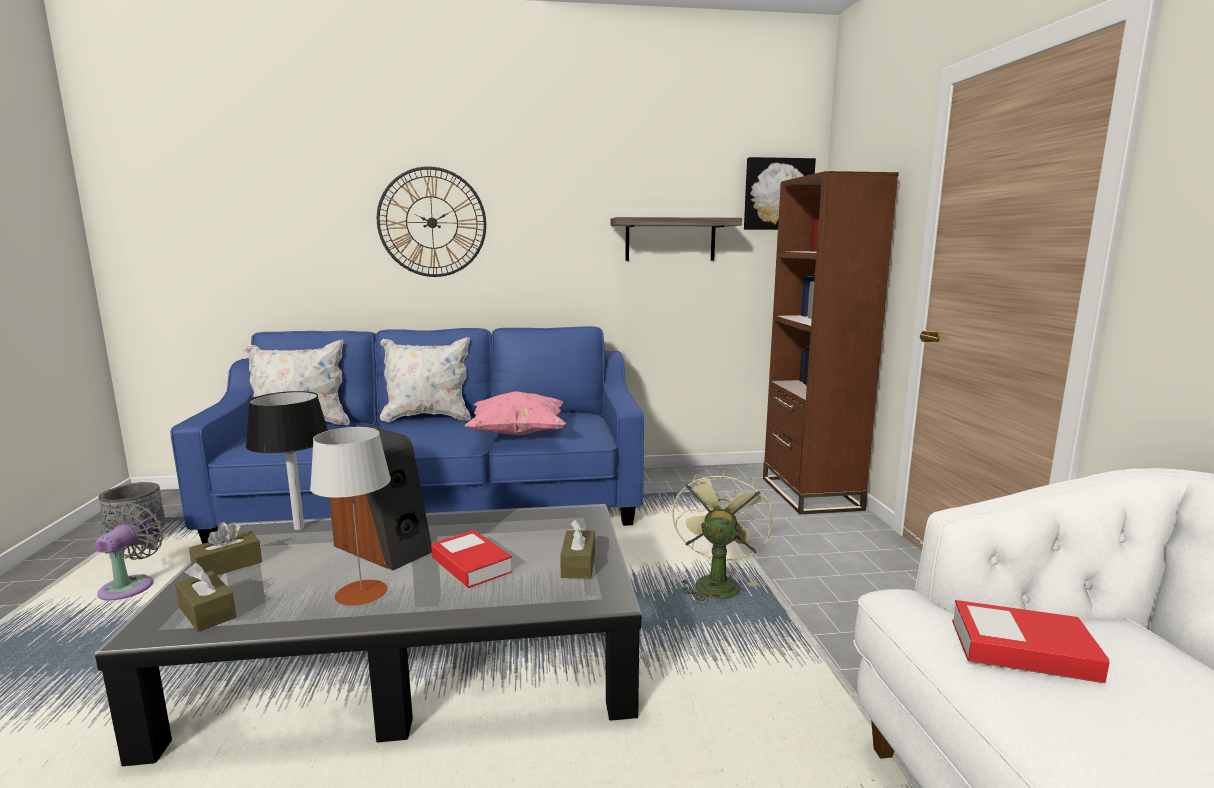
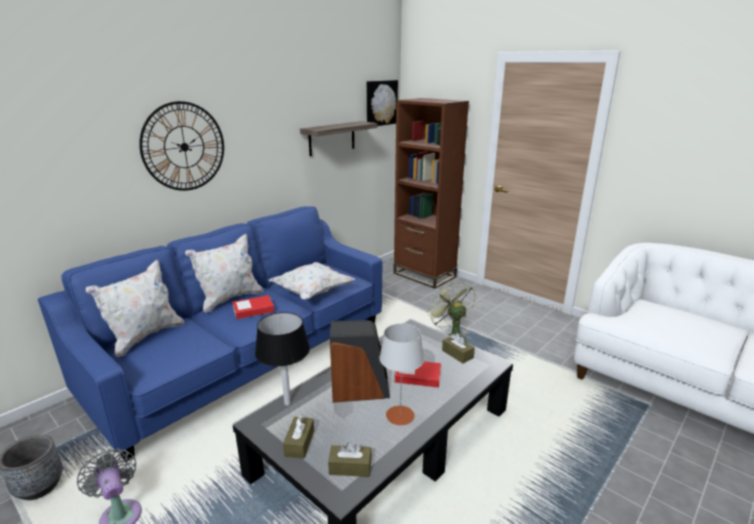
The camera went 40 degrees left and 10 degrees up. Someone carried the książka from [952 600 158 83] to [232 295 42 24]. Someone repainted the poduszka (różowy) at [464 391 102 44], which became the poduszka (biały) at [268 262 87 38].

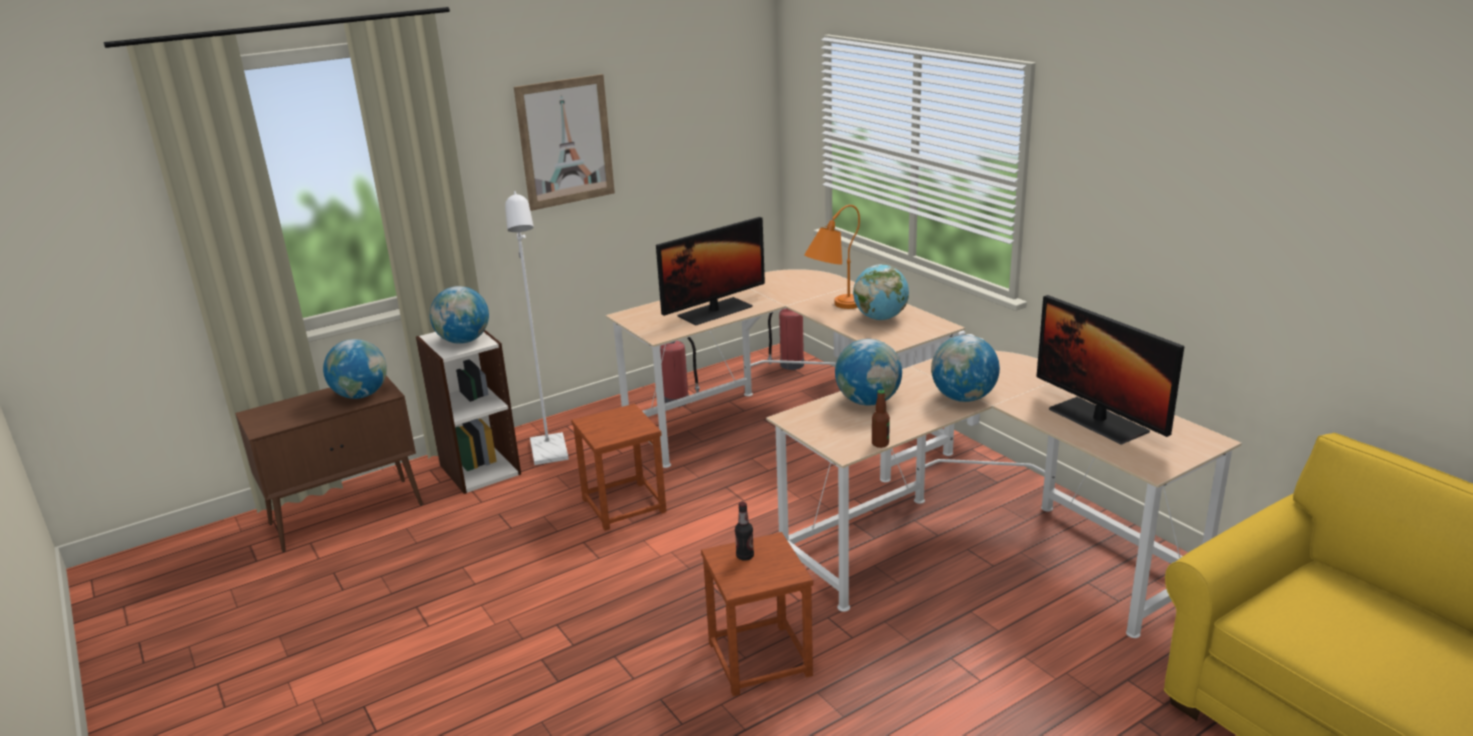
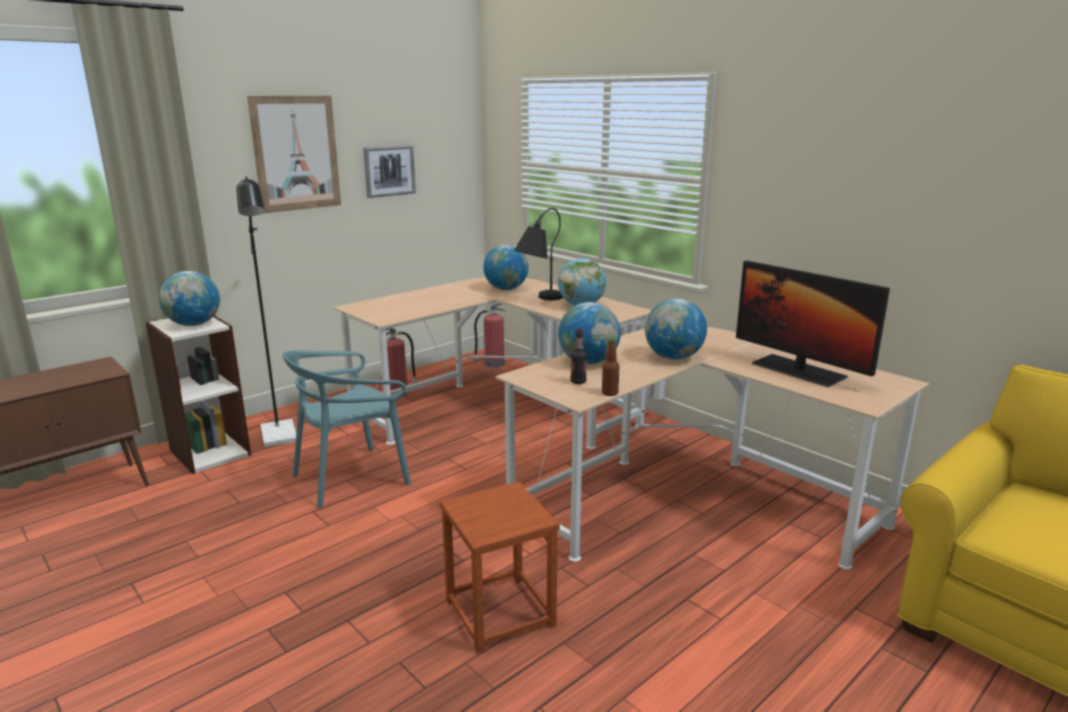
The camera went 10 degrees left and 5 degrees down. Someone took away the monitor at [656 217 109 108]. Someone put up the obraz at [363 145 53 53]. Someone carried the globus from [323 339 64 60] to [483 245 45 45]. Someone carried the butelka from [735 502 19 59] to [570 329 17 55]. Someone swapped the stołek (brązowy) at [571 404 96 127] for the krzesło (turkusowy) at [282 351 129 157]. Someone repainted the lampa stojąca (biały) at [505 191 64 274], which became the lampa stojąca (czarny) at [236 176 60 271]. Someone repainted the lampa stołowa (pomarańczowy) at [804 205 56 104], which became the lampa stołowa (czarny) at [514 208 49 92].

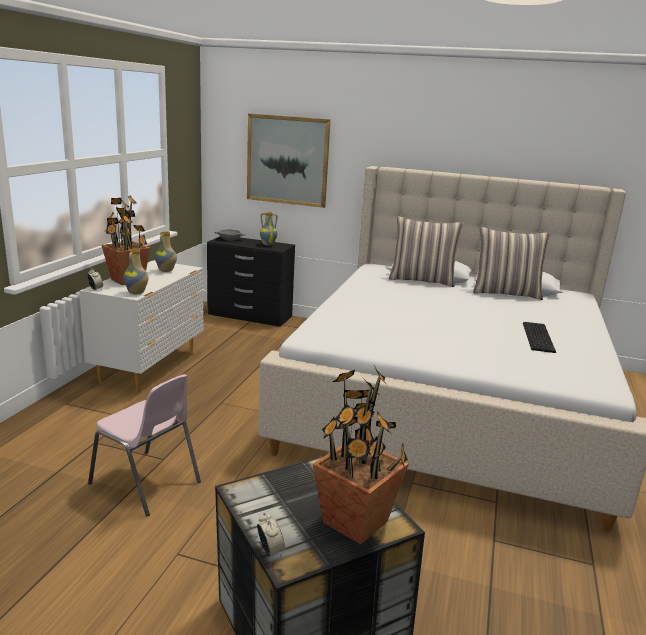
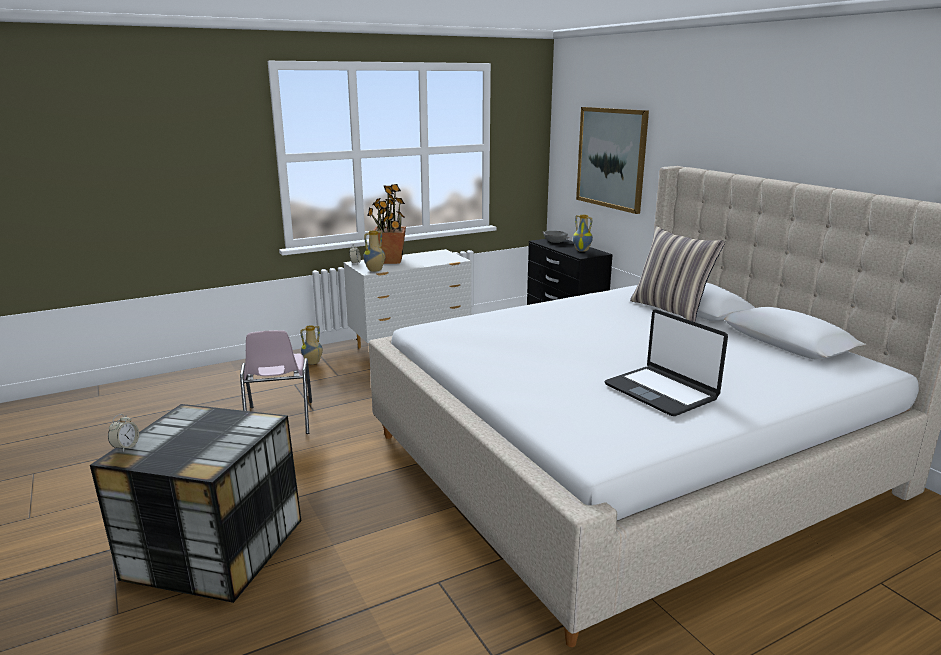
The camera went 45 degrees right and 0 degrees up. Someone took away the roślina doniczkowa at [313 366 96 179]. Someone took away the poduszka at [473 227 77 73]. Someone carried the wazon from [155 231 22 41] to [300 325 23 40]. Someone swapped the klawiatura at [523 322 33 31] for the laptop at [604 309 124 107].

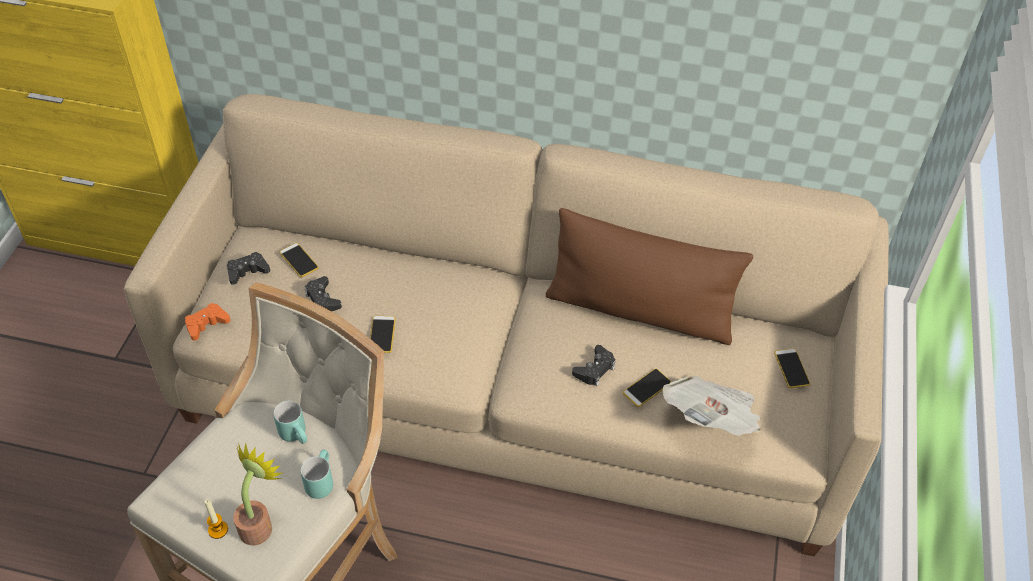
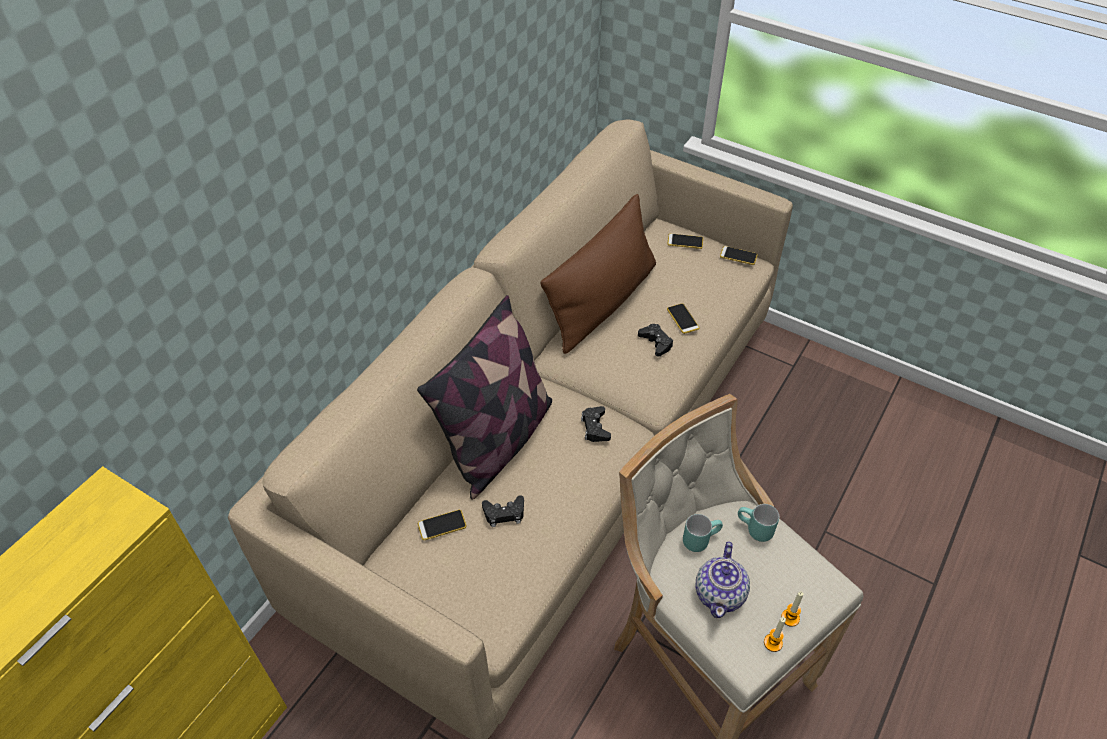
The camera went 70 degrees left and 0 degrees up. Someone took away the pad do gier (pomarańczowy) at [185 303 45 37]. Someone took away the roślina doniczkowa at [233 441 49 104]. Someone took away the gazeta at [662 375 98 61]. Someone put down the poduszka at [417 295 135 205]. Someone put down the imbryk at [695 541 55 77]. Someone put down the świeca at [764 617 22 35]. Someone carried the pad do gier (czarny) from [227 252 43 33] to [581 406 30 36]. Someone carried the telefon from [370 316 26 37] to [720 246 38 19].

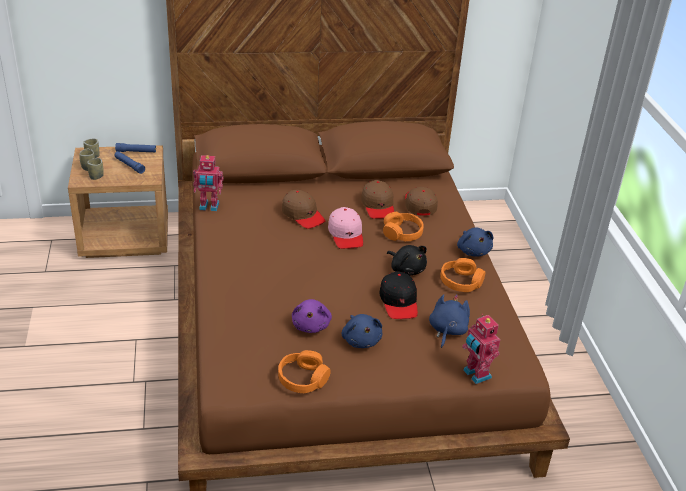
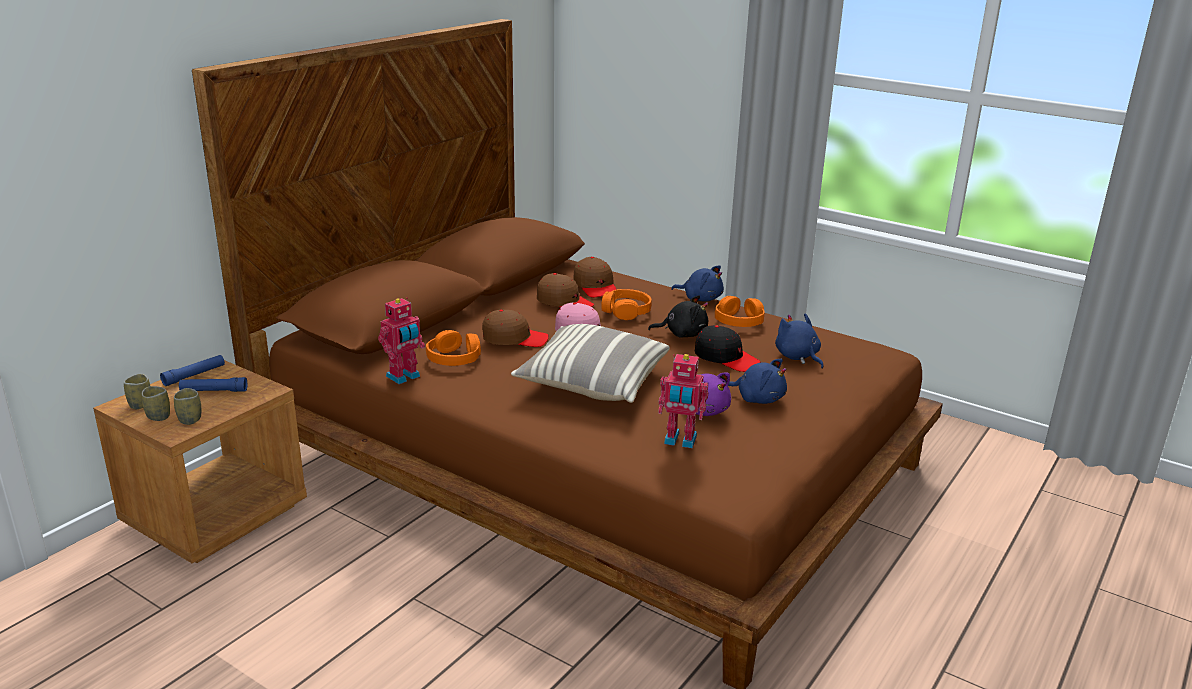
The camera went 45 degrees left and 10 degrees down. Someone put down the poduszka at [511 324 159 79]. Someone carried the słuchawki (pomarańczowy) from [278 350 53 43] to [426 330 55 36]. Someone carried the robot zabawkowy from [462 314 38 70] to [658 354 50 94]. Someone rotated the czapka z daszkiem (brązowy) at [405 187 33 29] by 150 degrees counterclockwise.

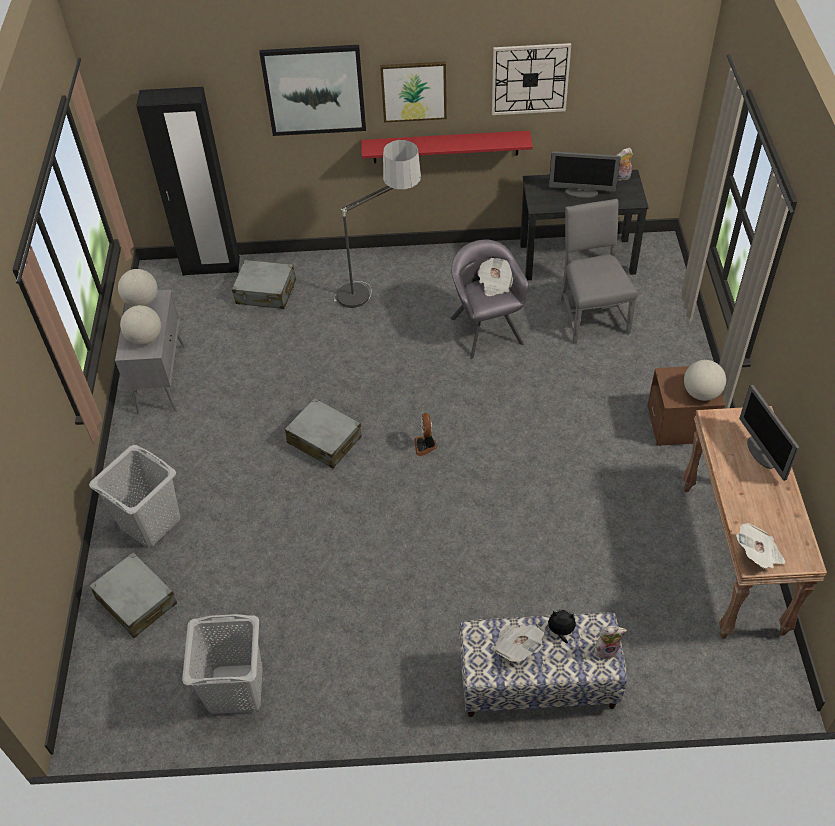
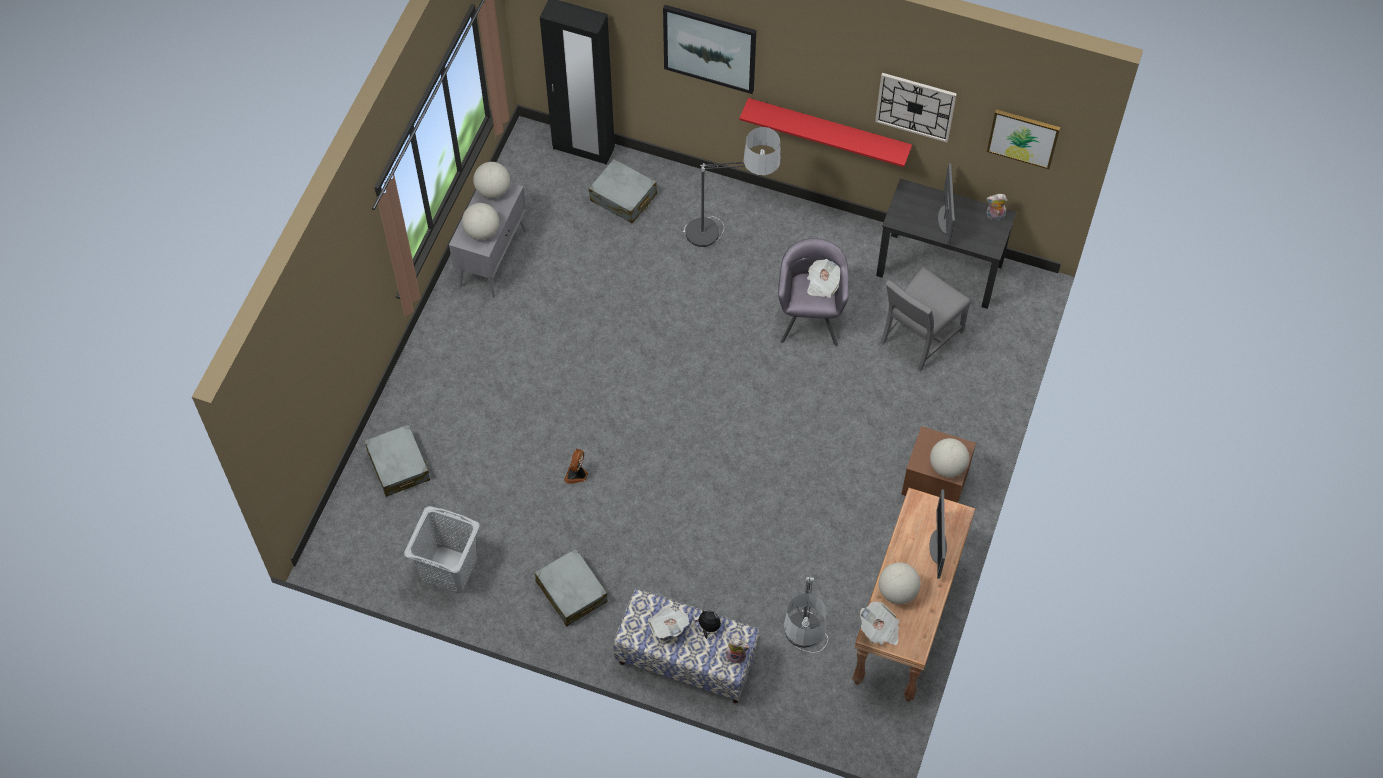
The camera went 20 degrees right and 10 degrees up. Someone took away the kosz na pranie (szary) at [89 445 91 102]. Someone put down the lampa stojąca at [784 574 44 79]. Someone put down the globus at [879 563 42 41]. Someone carried the walizka (szary) from [285 398 76 70] to [535 548 72 79]. Someone carried the obraz from [380 61 67 62] to [987 109 73 60]. Someone carried the wentylator from [414 413 23 43] to [564 449 24 35]. Someone rotated the monitor at [549 151 72 47] by 120 degrees counterclockwise. Someone rotated the krzesło (szary) at [560 199 78 145] by 150 degrees counterclockwise.

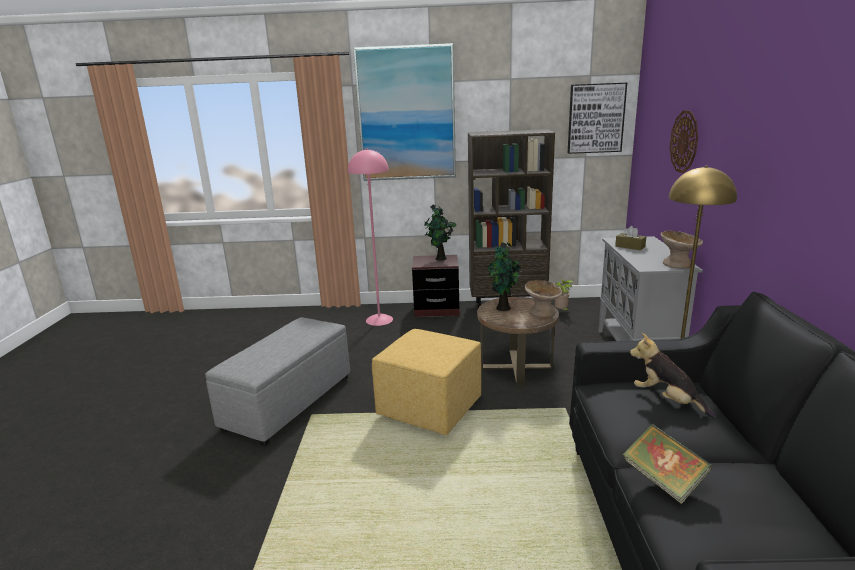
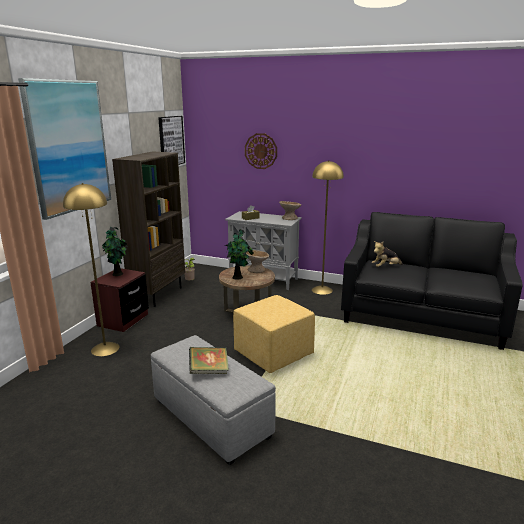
The camera went 70 degrees left and 0 degrees up. Someone carried the książka from [623 424 89 80] to [189 347 40 27]. Someone repainted the lampa stojąca (różowy) at [348 149 45 177], which became the lampa stojąca (żółty) at [63 183 57 173].

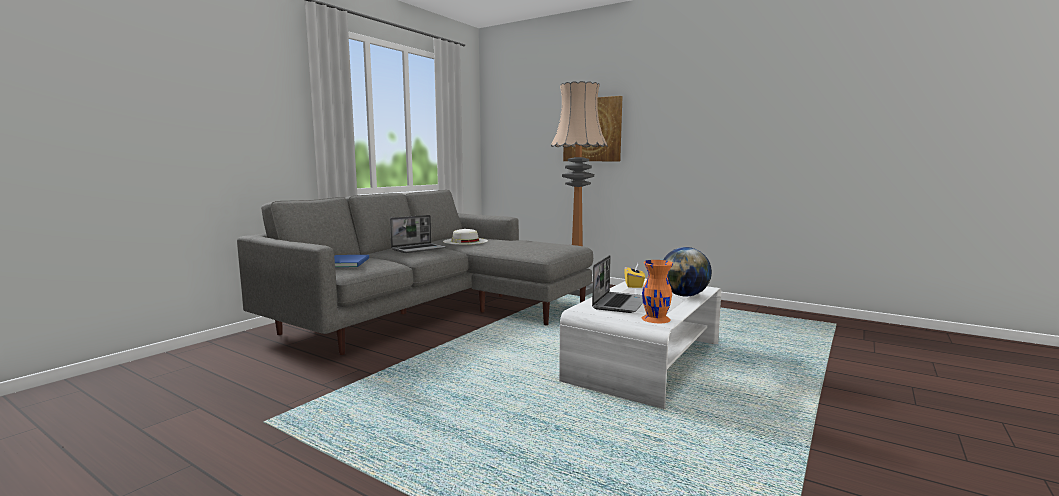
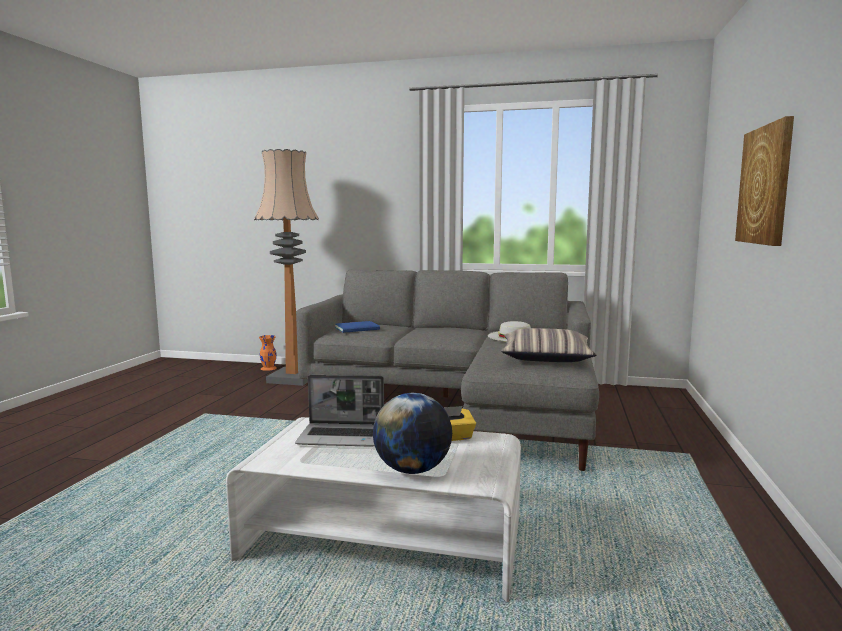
The camera went 70 degrees right and 0 degrees up. Someone took away the laptop at [390 215 56 38]. Someone put down the poduszka at [501 328 96 34]. Someone carried the lampa stojąca from [550 81 58 215] to [254 149 65 237]. Someone carried the wazon (pomarańczowy) from [641 260 32 63] to [259 335 18 36].

